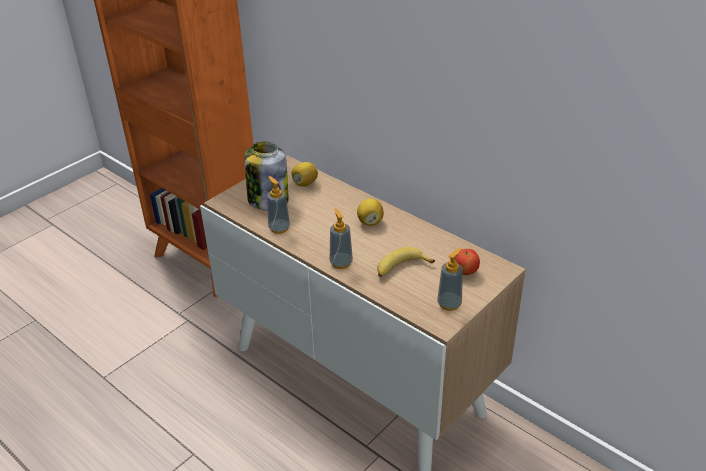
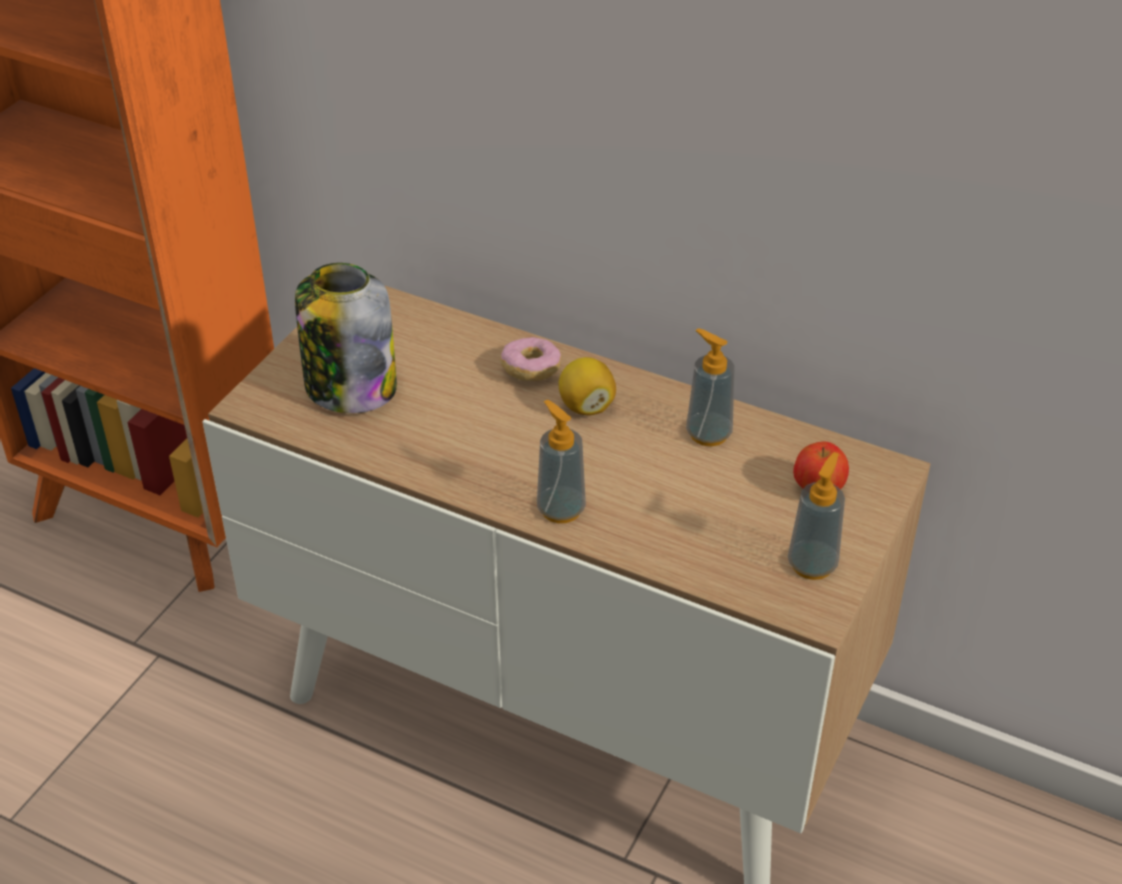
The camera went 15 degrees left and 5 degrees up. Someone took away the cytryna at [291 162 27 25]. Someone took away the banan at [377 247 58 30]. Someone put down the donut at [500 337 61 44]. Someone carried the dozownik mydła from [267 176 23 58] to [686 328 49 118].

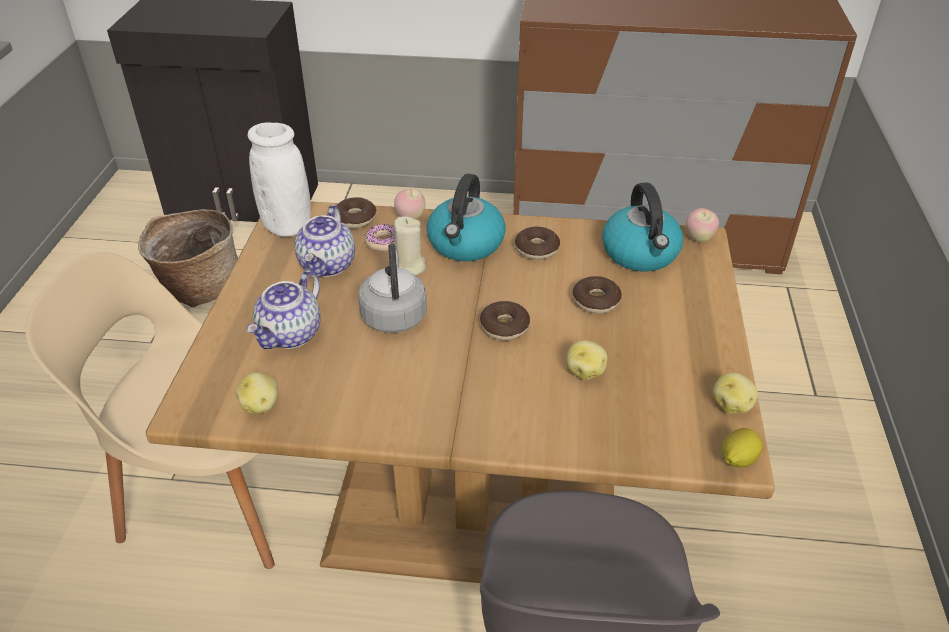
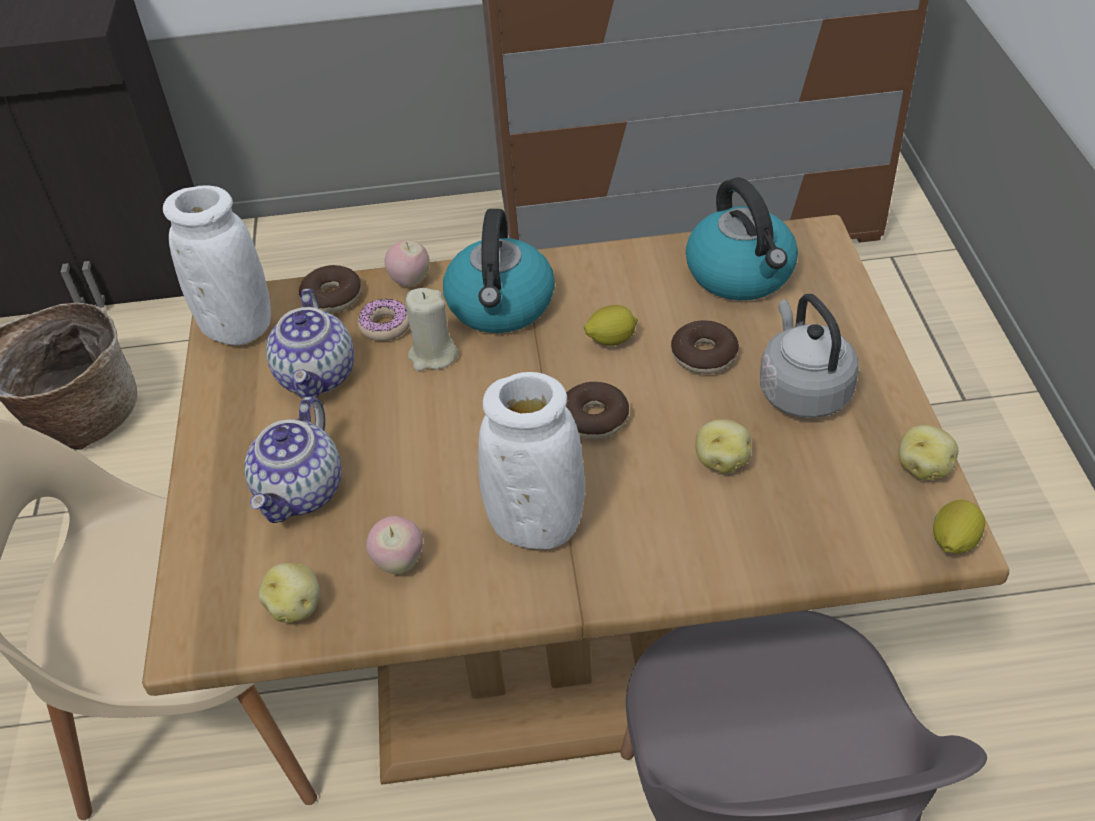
The camera went 10 degrees left and 5 degrees up. Someone took away the donut at [515 226 45 34]. Someone put down the wazon (biały) at [478 372 107 177]. Someone put down the cytryna at [584 305 54 41]. Someone carried the czajnik (szary) from [358 243 69 90] to [760 294 99 124]. Someone carried the jabłko from [686 208 33 34] to [366 516 57 58].

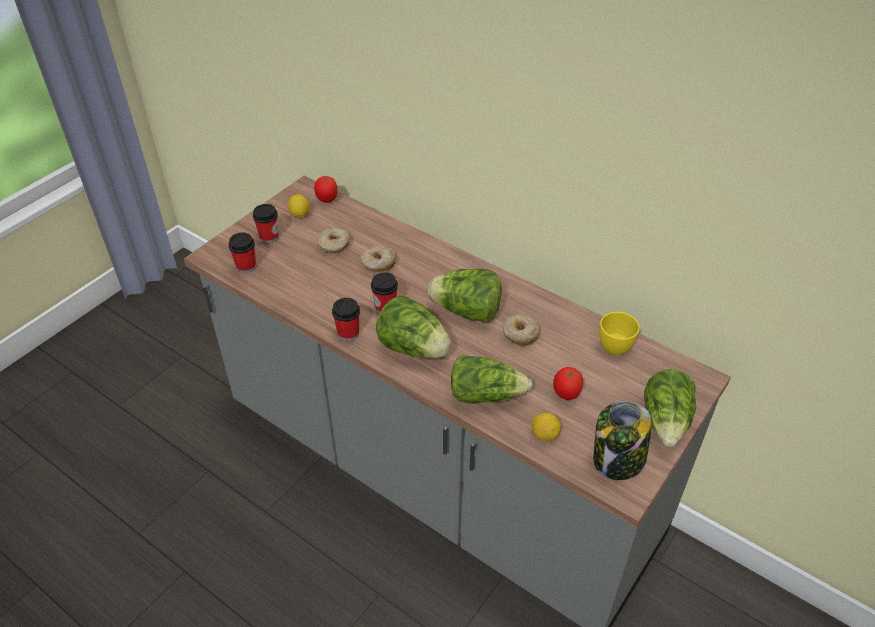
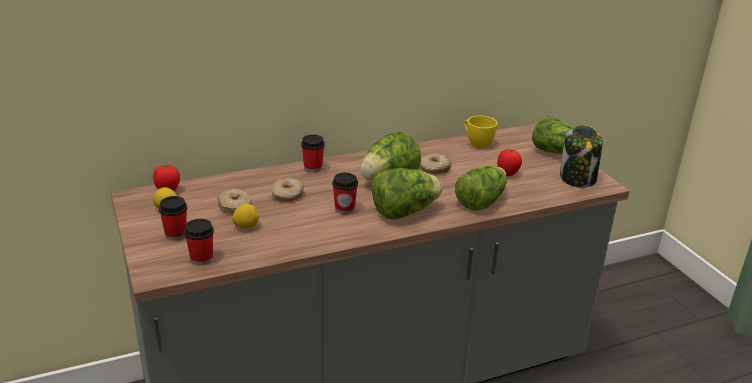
The camera went 60 degrees left and 15 degrees down. Someone carried the filiżanka from [332 298 28 43] to [301 135 24 38]. Someone carried the cytryna from [532 413 29 29] to [232 204 27 25].

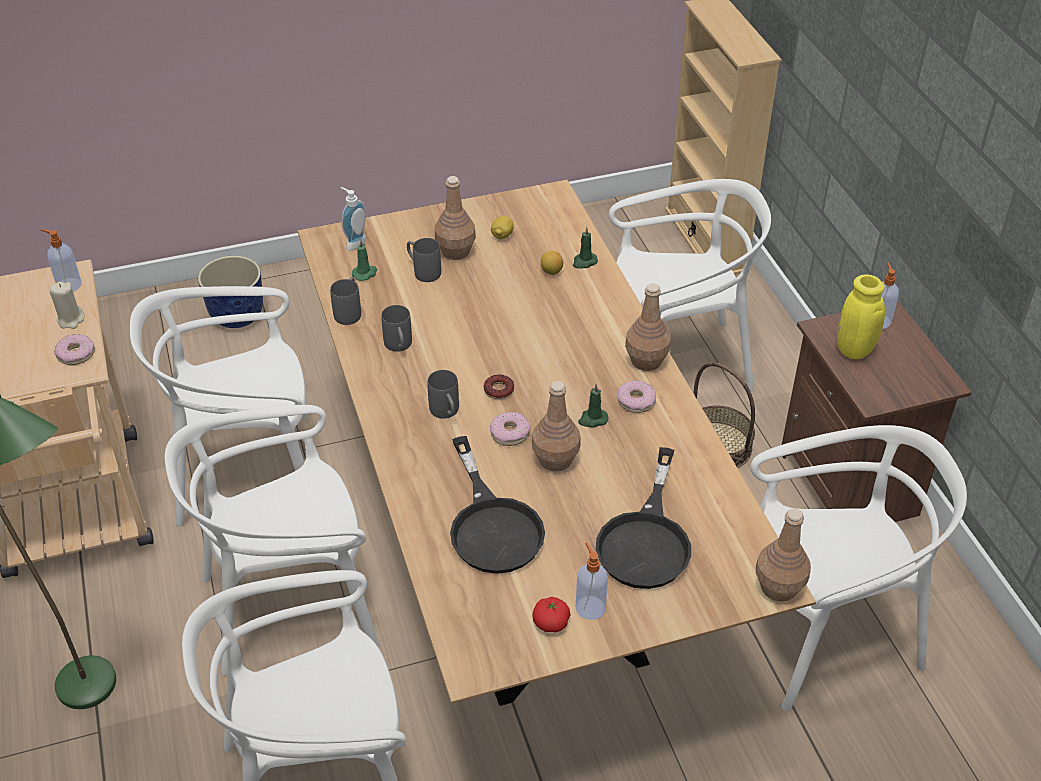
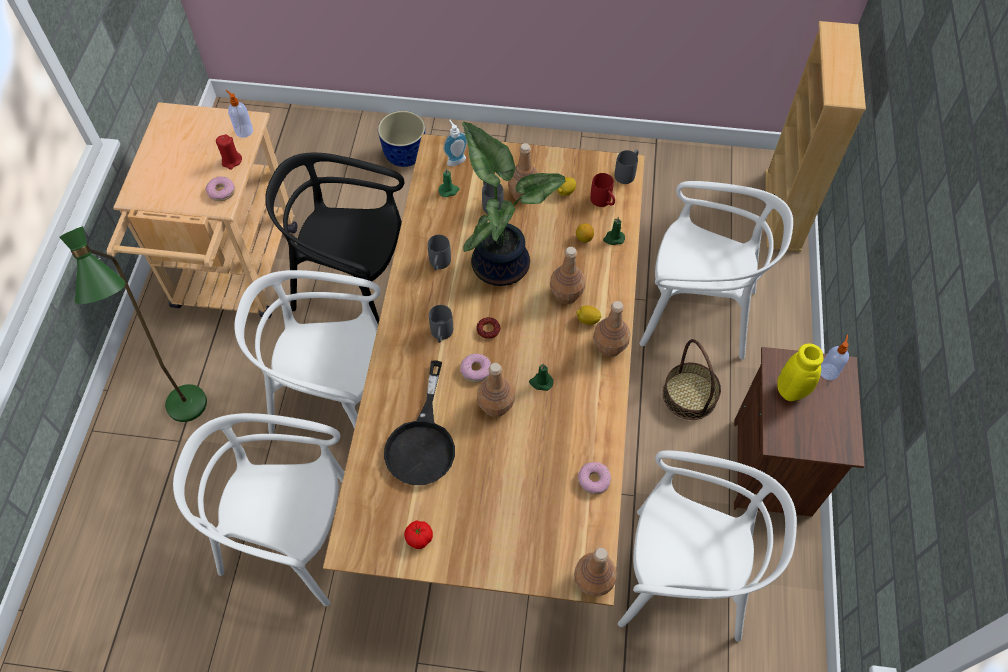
The camera went 25 degrees right and 15 degrees up. Someone took away the dozownik mydła at [576 542 32 78]. Someone took away the patelnia (czarny) at [596 447 95 142]. Someone put down the roślina doniczkowa at [462 122 104 164]. Someone put down the butelka (brązowy) at [550 247 35 57]. Someone put down the cytryna at [576 305 25 20]. Someone put down the kubek (czerwony) at [590 173 25 34]. Someone carried the kubek (szary) from [330 277 31 48] to [615 149 24 35]. Someone carried the donut from [618 380 38 33] to [578 462 33 32]. Someone repainted the świeca (beżowy) at [49 282 36 47], which became the świeca (czerwony) at [216 134 26 36]. Someone repainted the krzesło (biały) at [130 286 178 240], which became the krzesło (czarny) at [265 153 139 171].

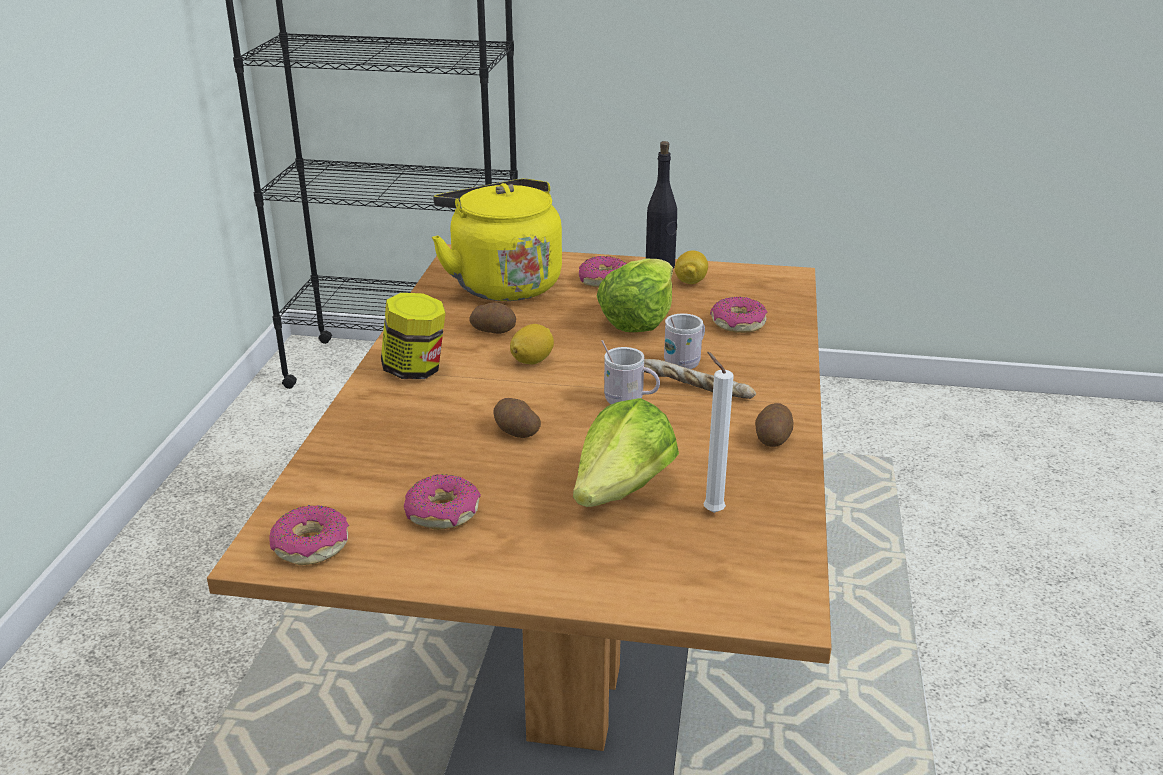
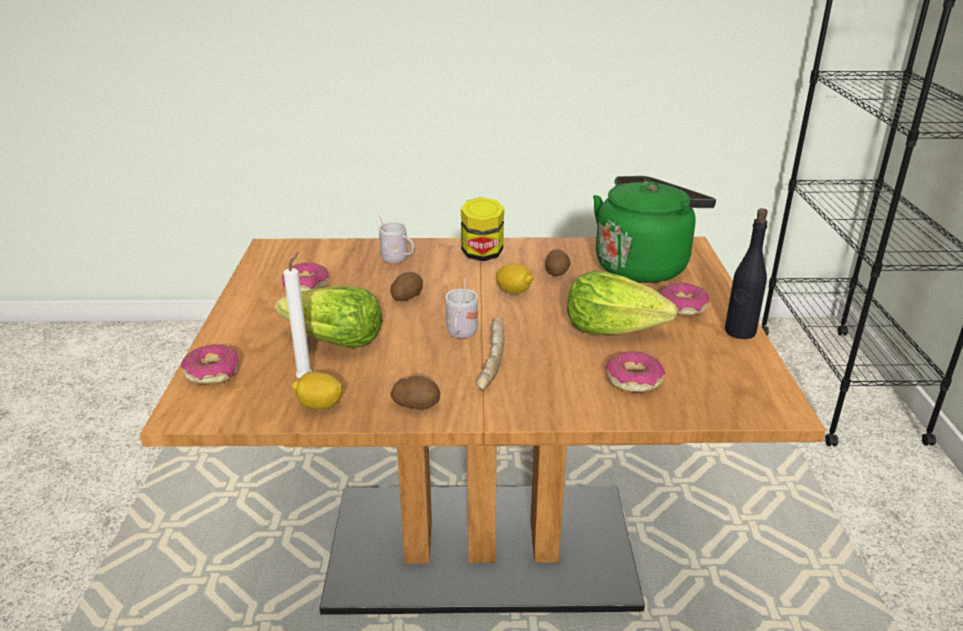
The camera went 80 degrees right and 0 degrees up. Someone carried the donut from [270 505 79 60] to [181 344 58 40]. Someone carried the kubek (biały) from [664 313 41 56] to [379 215 36 48]. Someone carried the cytryna from [675 251 33 33] to [292 372 52 37]. Someone repainted the czajnik (żółty) at [432 178 130 123], which became the czajnik (zielony) at [593 176 123 107].

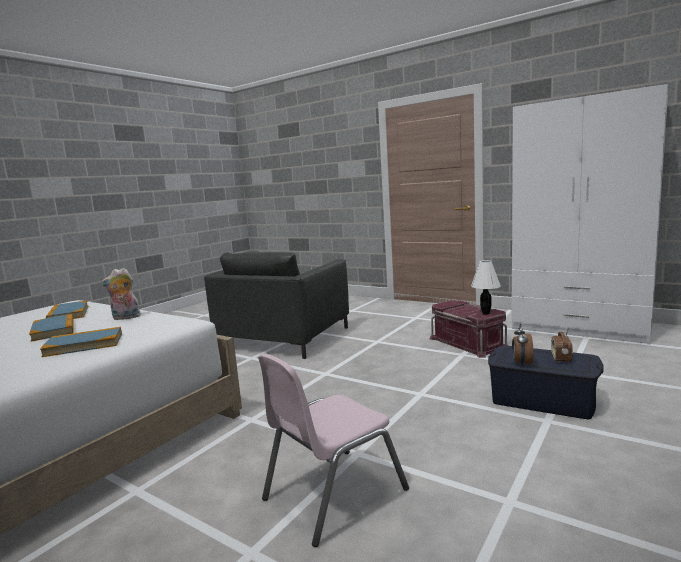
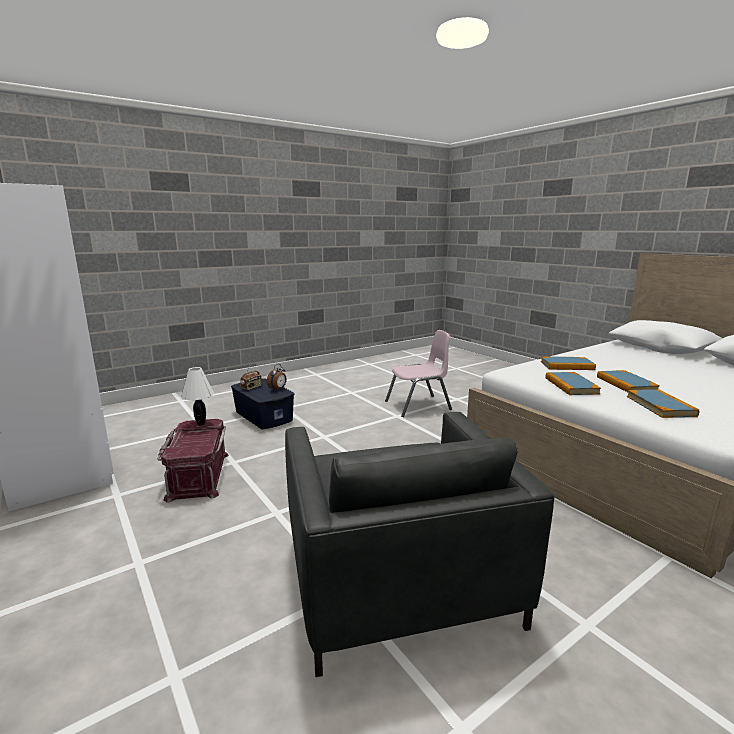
The camera went 160 degrees left and 5 degrees up. Someone swapped the pluszak at [101 268 40 52] for the książka at [545 372 56 23]. Someone rotated the fotel (szary) at [204 252 145 107] by 120 degrees clockwise.

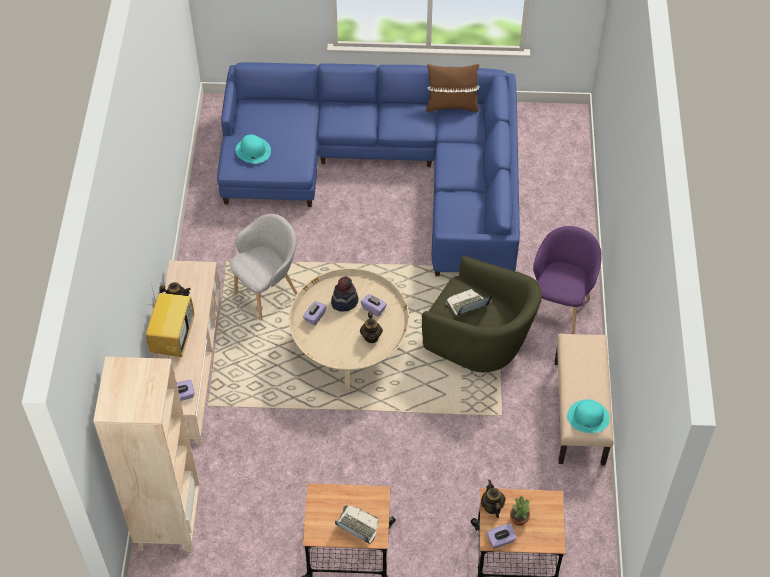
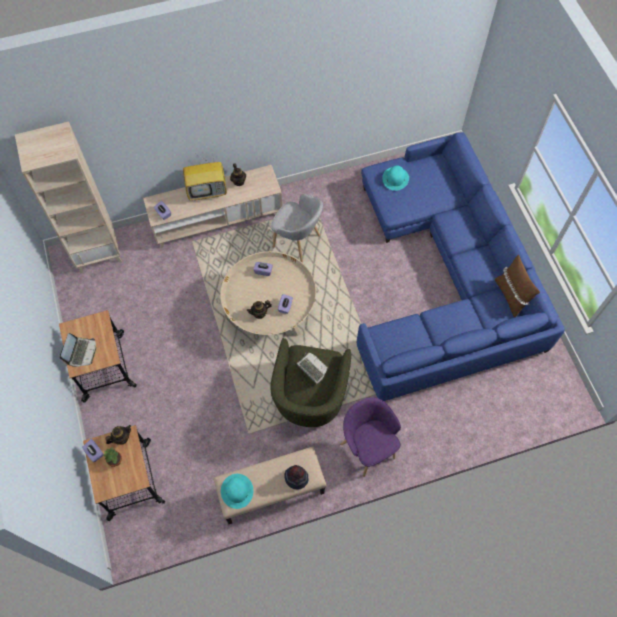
The camera went 70 degrees right and 10 degrees up. Someone carried the kapelusz from [331 276 27 35] to [284 465 24 25]. Someone rotated the fotel (fioletowy) at [533 226 69 108] by 120 degrees counterclockwise.

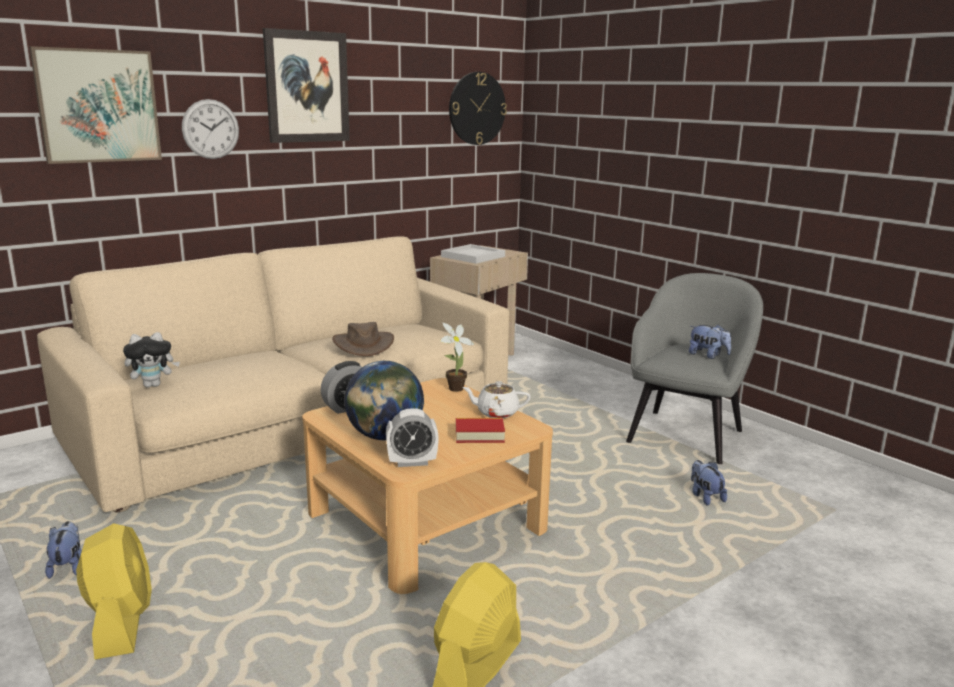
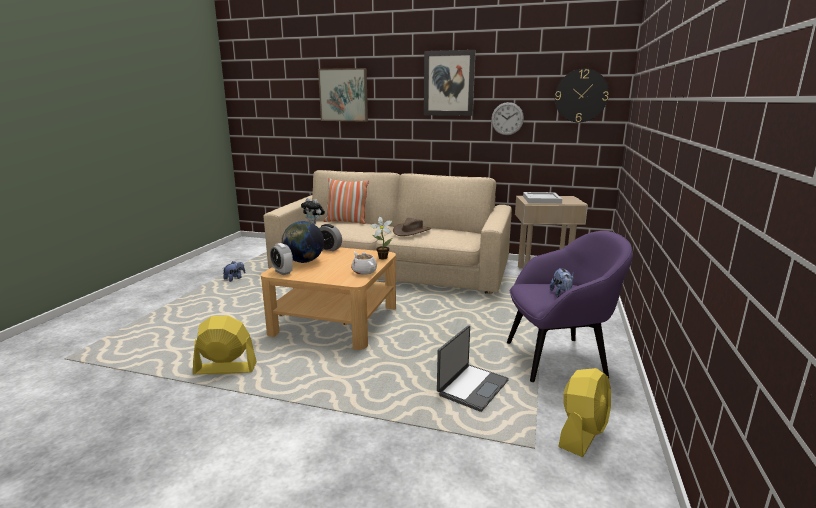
The camera went 55 degrees right and 0 degrees up. Someone took away the książka at [456 418 49 25]. Someone put down the poduszka at [324 178 45 46]. Someone carried the wentylator (żółty) from [76 523 76 136] to [558 368 53 89]. Someone carried the zegar ścienny from [182 99 57 60] to [491 102 33 33]. Someone swapped the pluszak at [691 460 36 46] for the laptop at [437 325 72 87]. Someone repainted the fotel (szary) at [626 273 137 191], which became the fotel (fioletowy) at [507 231 126 151].

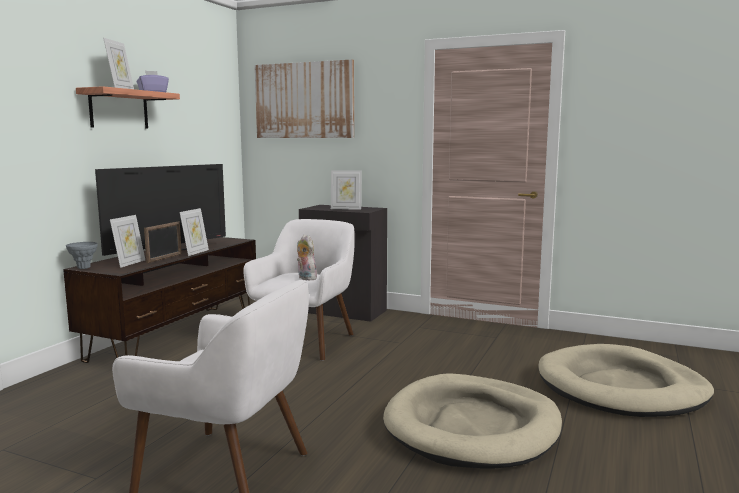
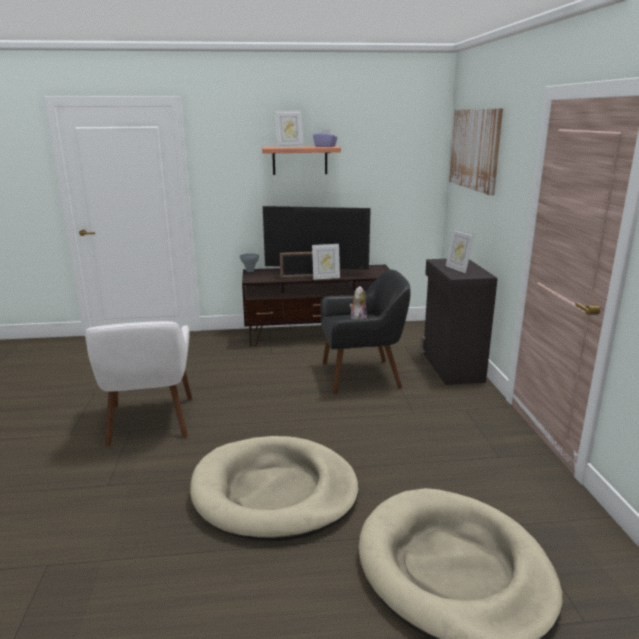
The camera went 60 degrees right and 10 degrees up. Someone took away the ramka na zdjęcie at [110 215 35 53]. Someone repainted the fotel (biały) at [243 219 112 142], which became the fotel (czarny) at [320 270 91 125].

